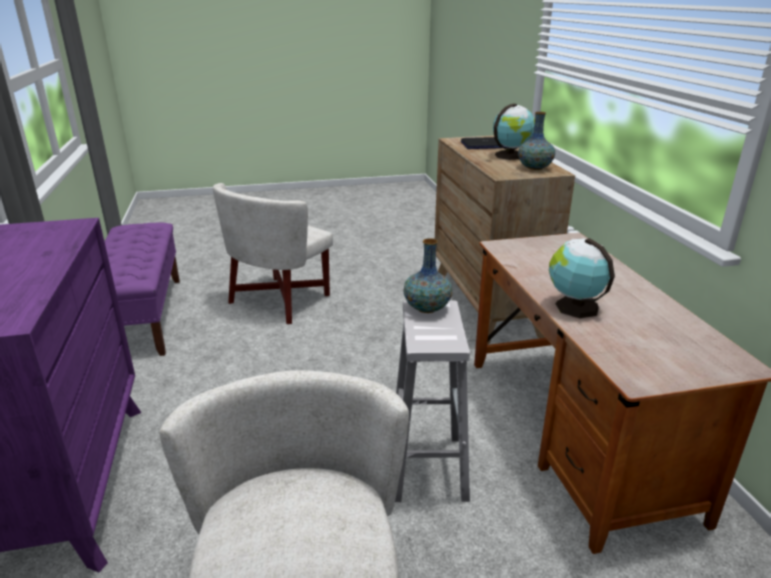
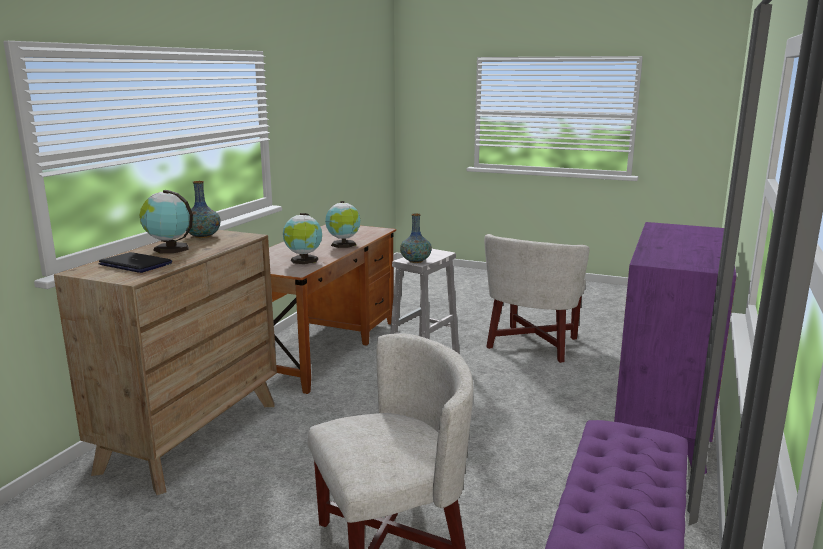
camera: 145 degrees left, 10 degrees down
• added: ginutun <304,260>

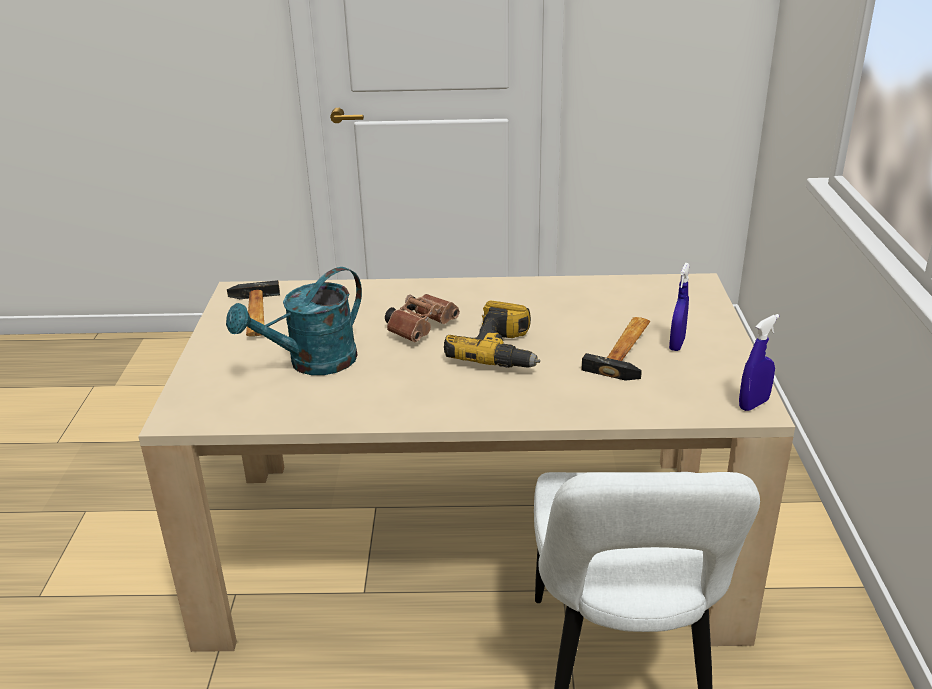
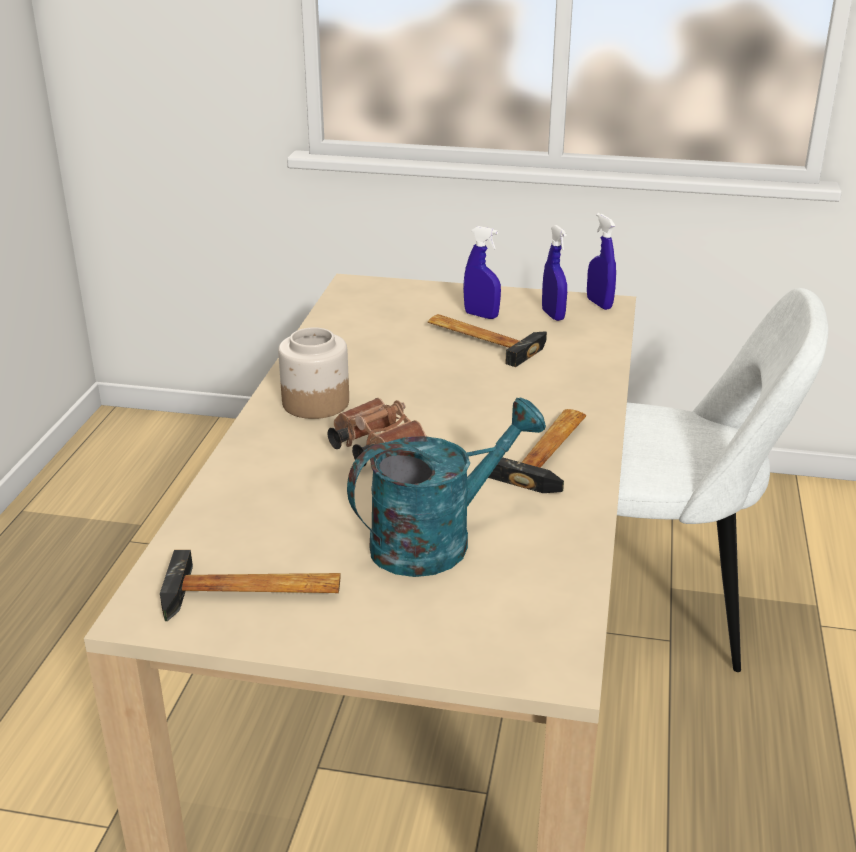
camera: 80 degrees left, 0 degrees up
• turned: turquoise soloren <312,363> = <436,540> 90 degrees counterclockwise
• removed: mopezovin <502,351>
• added: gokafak <315,403>
• added: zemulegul <551,453>
• added: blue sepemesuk <553,315>

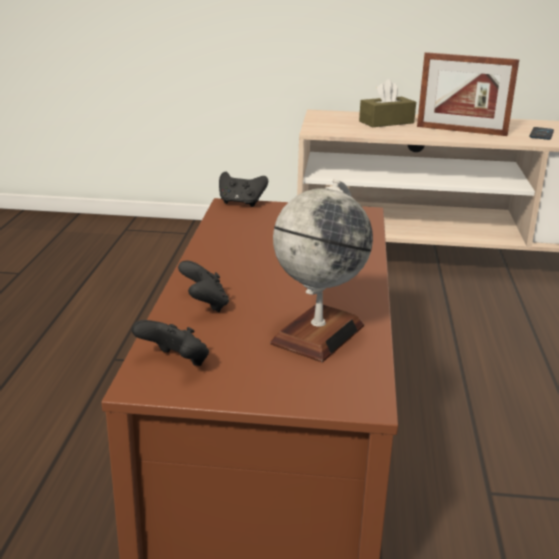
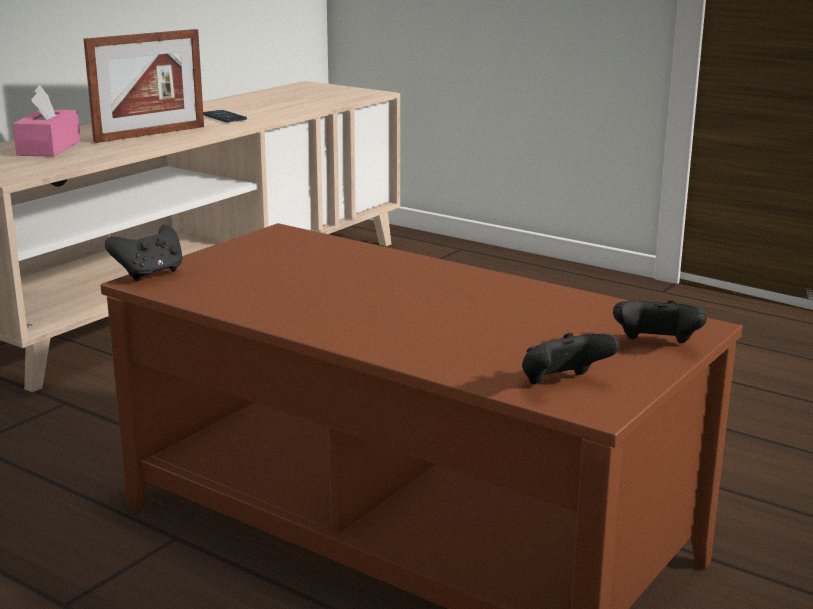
camera: 60 degrees left, 5 degrees down
• moved: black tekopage <205,304> to <656,346>
• removed: ginutun <318,334>
• recoloured: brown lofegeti <386,122> to pink lofegeti <49,148>

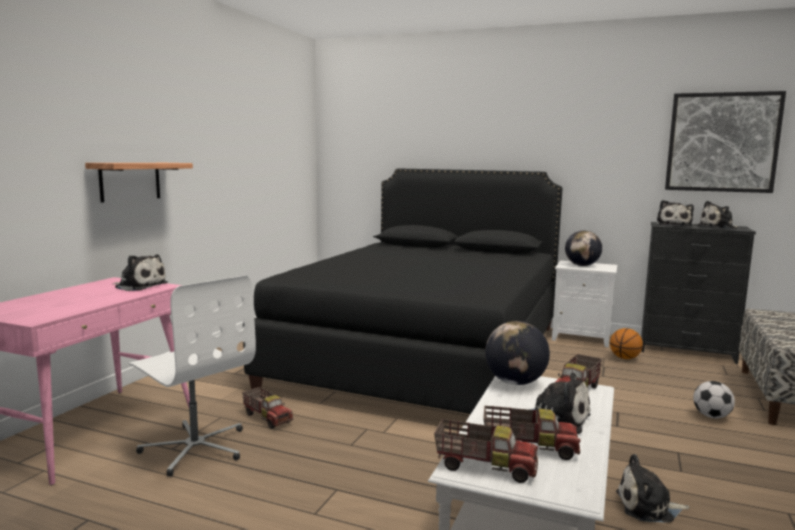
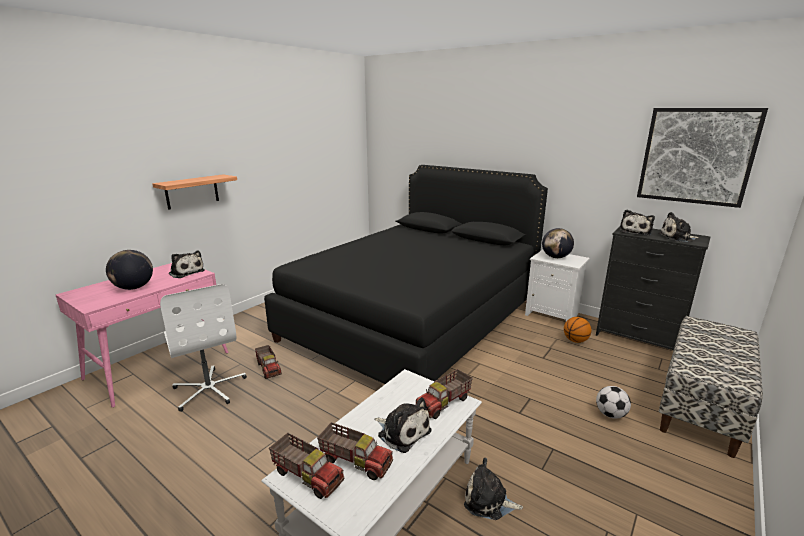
camera: 15 degrees right, 10 degrees up
• moved: ginutun <515,382> to <134,288>

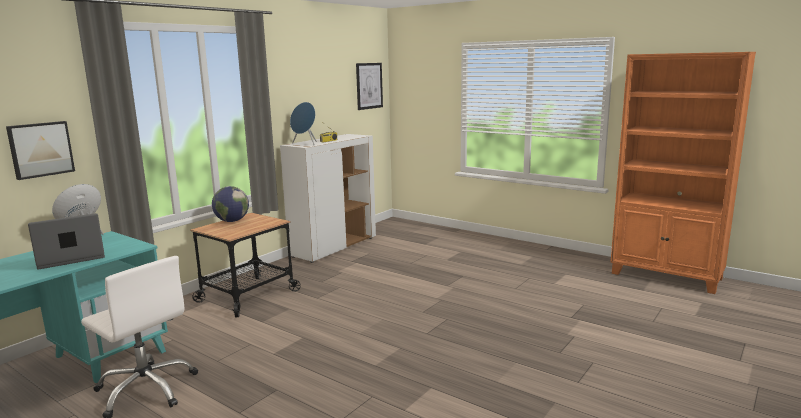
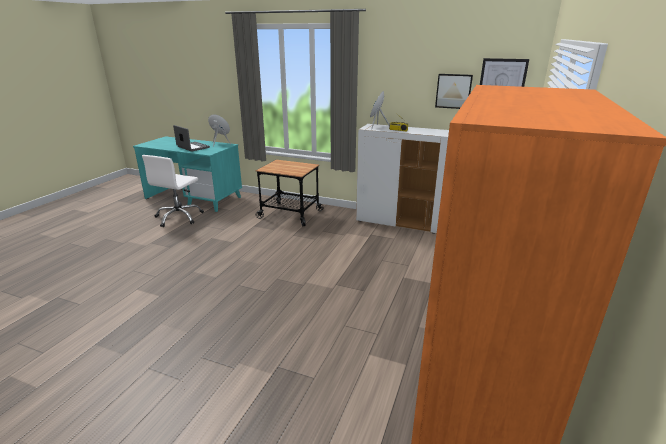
camera: 75 degrees right, 10 degrees up
• moved: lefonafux <40,149> to <453,91>
• removed: ginutun <232,221>

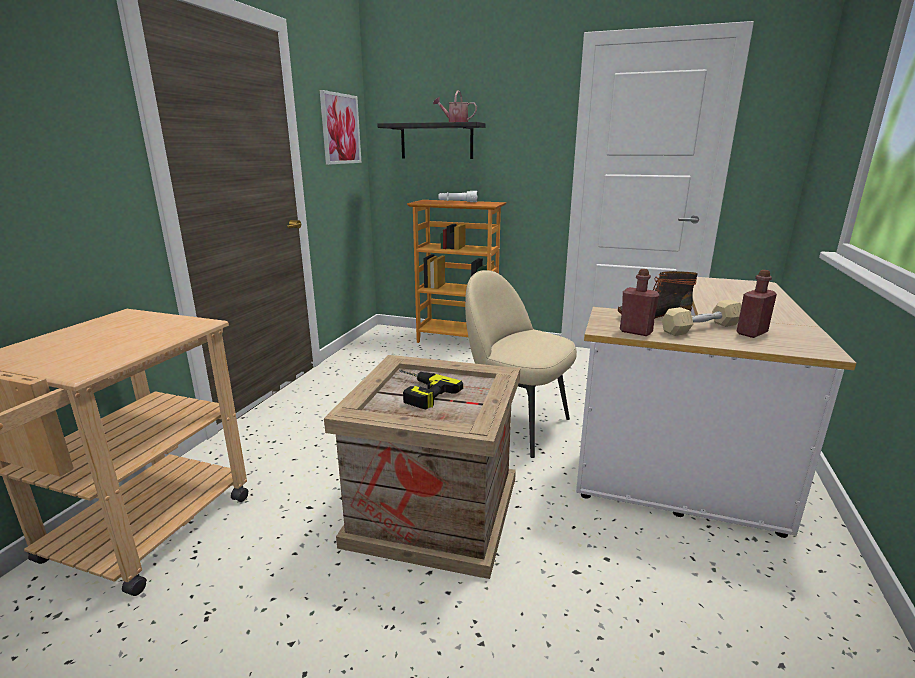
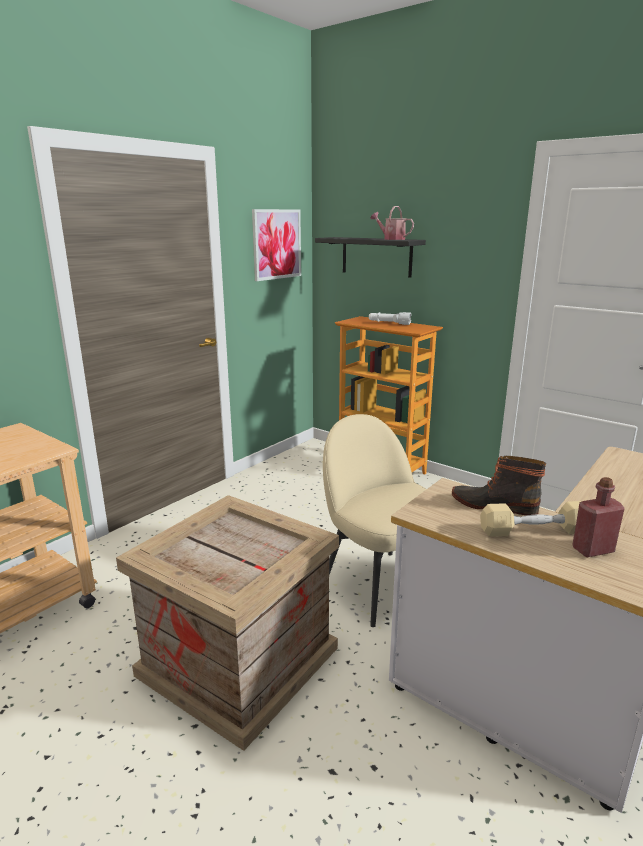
camera: 20 degrees right, 0 degrees up
• removed: mopezovin <417,392>
• removed: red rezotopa <635,332>

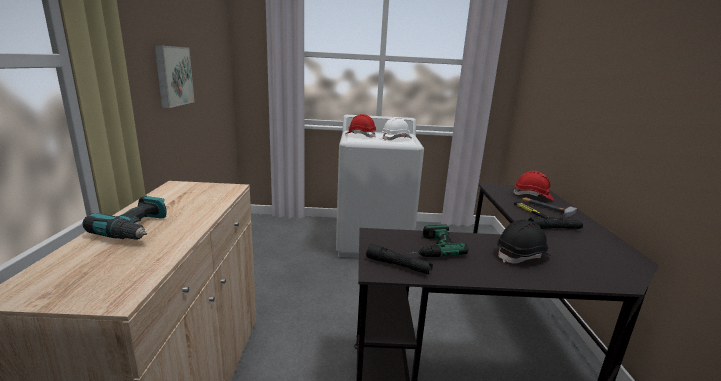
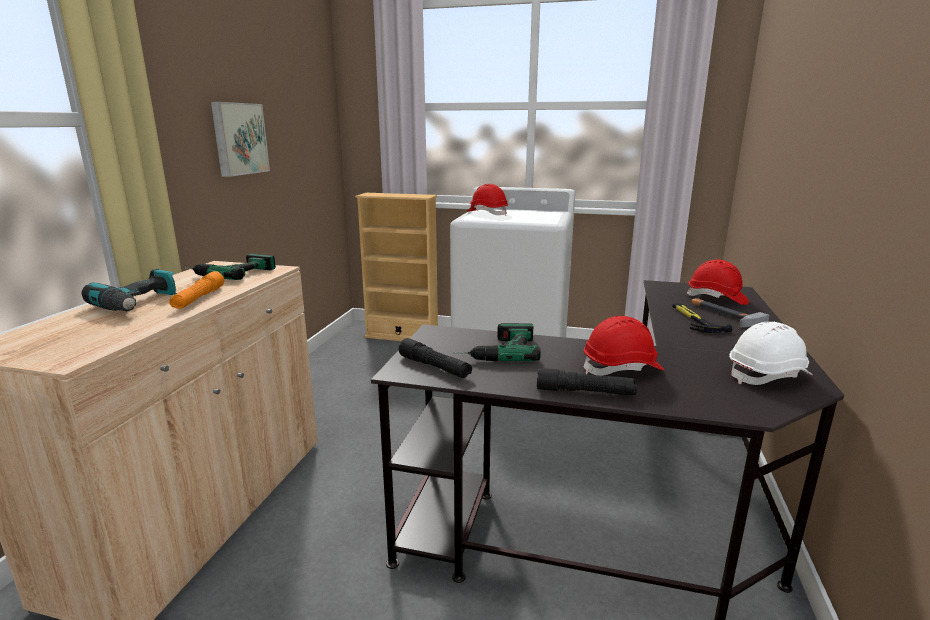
camera: 15 degrees right, 0 degrees up
• moved: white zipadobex <396,139> to <768,375>
• recoloured: black zipadobex <522,256> to red zipadobex <622,368>
• moved: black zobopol <554,229> to <585,392>
• added: orange zobopol <199,298>
• added: mopezovin <229,272>
• added: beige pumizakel <402,336>

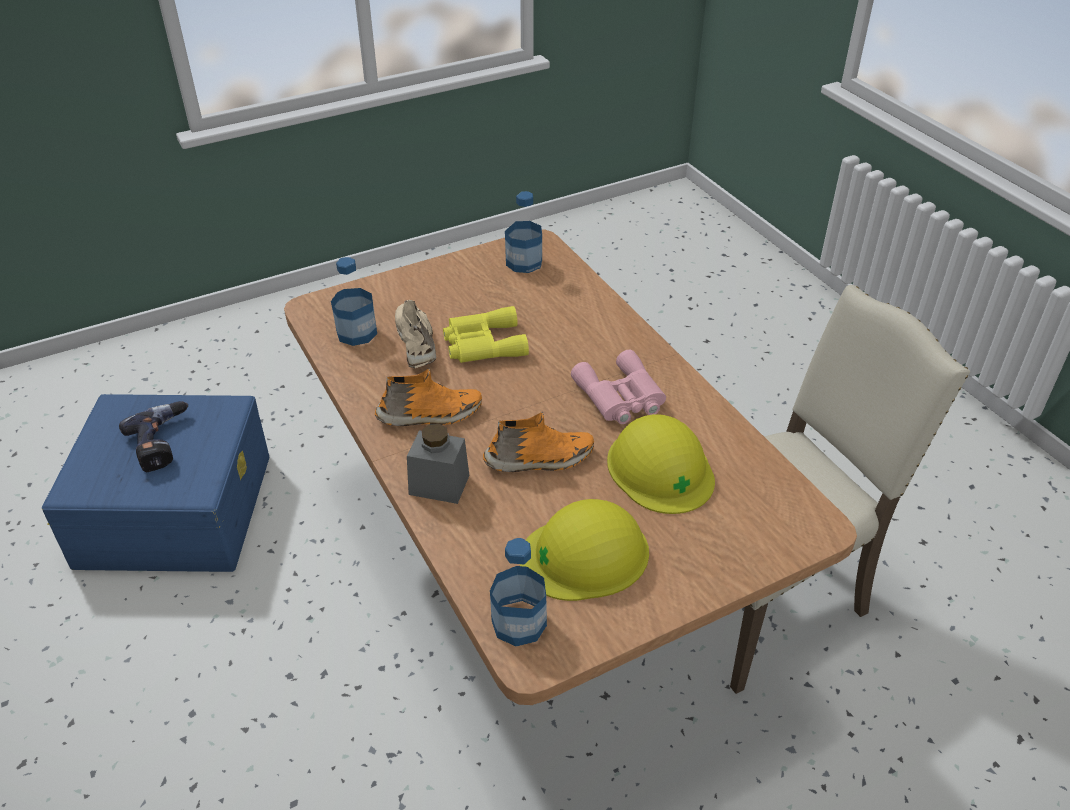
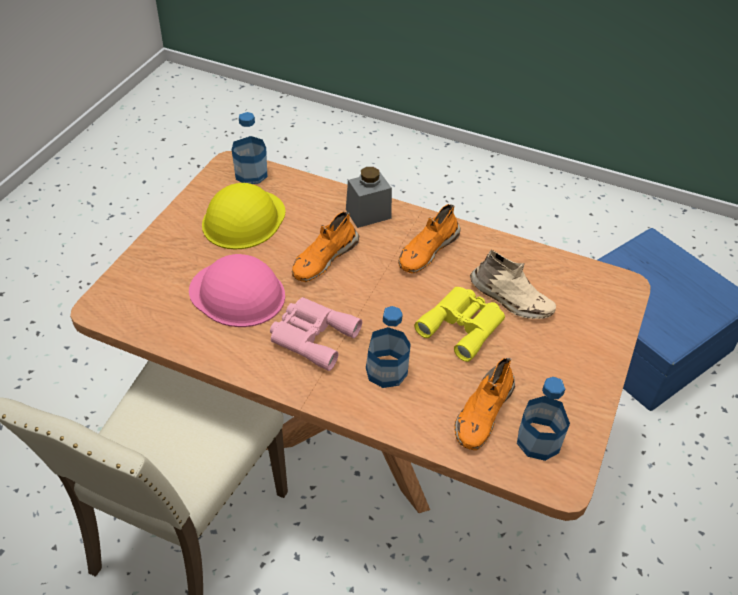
camera: 140 degrees right, 5 degrees up
• removed: mopezovin <163,443>
• moved: rezotopa <357,333> to <386,371>
• recoloured: yellow zipadobex <660,468> to pink zipadobex <237,294>
• added: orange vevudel <483,413>

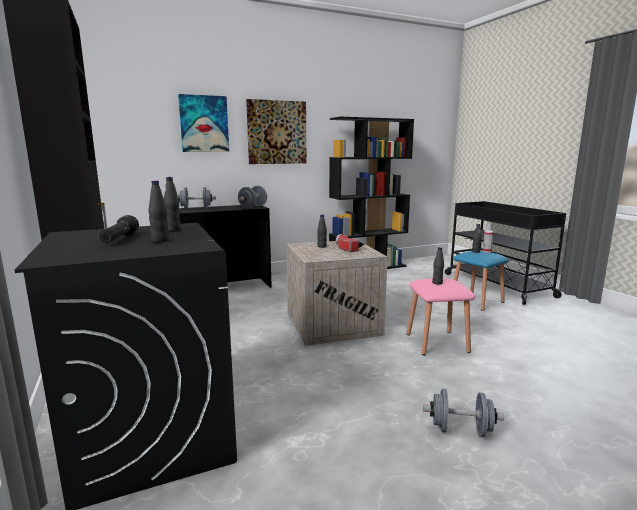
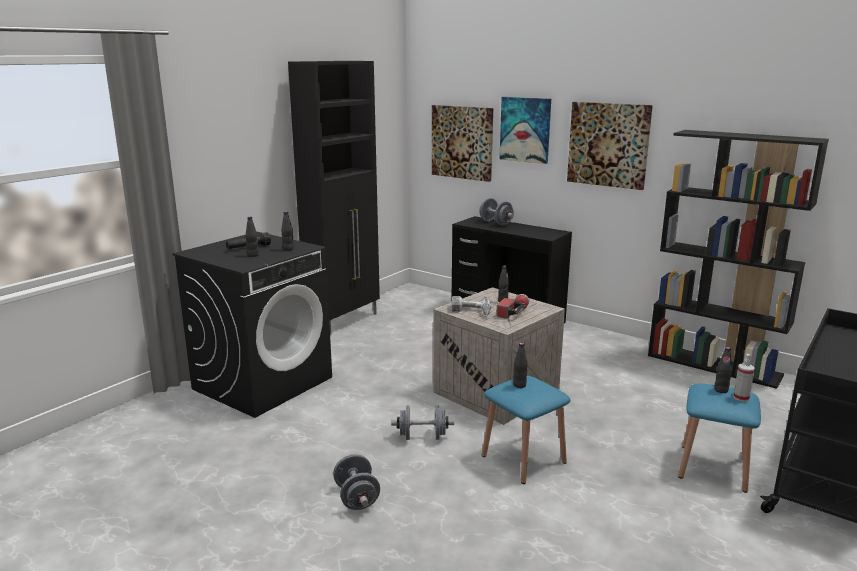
camera: 60 degrees right, 5 degrees up
• moved: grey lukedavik <253,207> to <422,437>
• recoloured: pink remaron <437,342> to blue remaron <523,459>
• added: lefonafux <462,142>
• added: mopezovin <471,311>

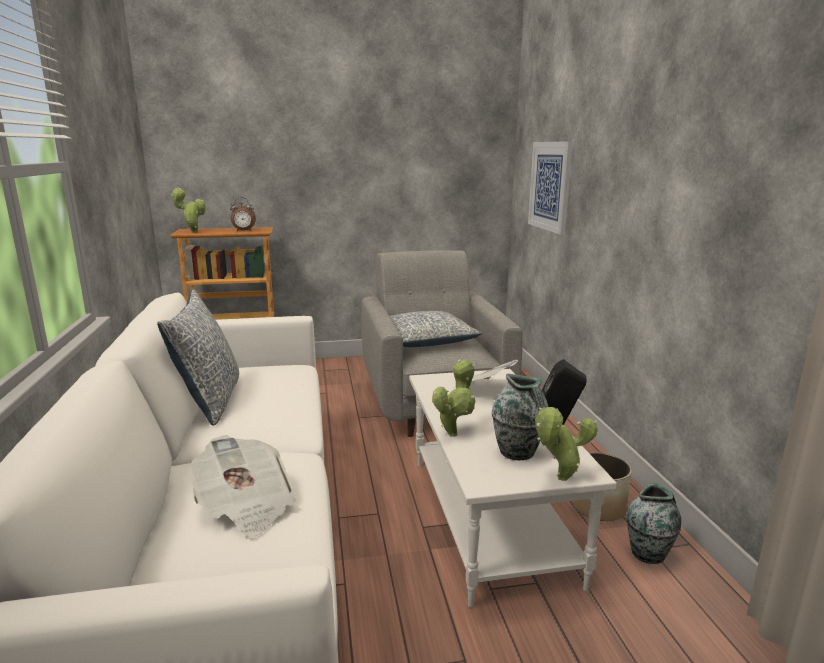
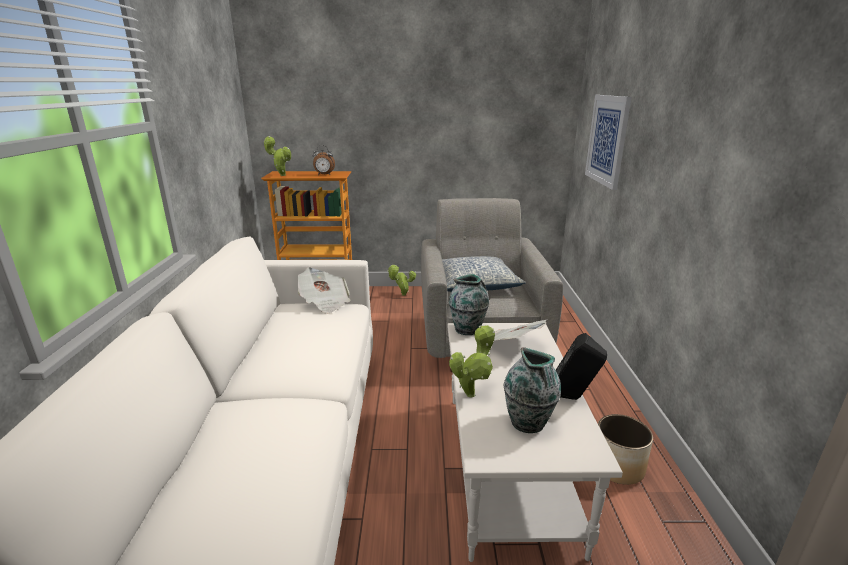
camera: 10 degrees right, 5 degrees up
• removed: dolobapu <210,400>
• moved: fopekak <246,506> to <325,302>
• moved: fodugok <559,479> to <402,295>
• moved: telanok <648,553> to <468,329>

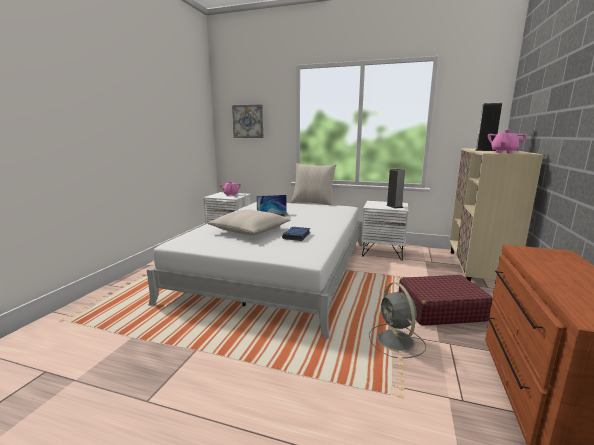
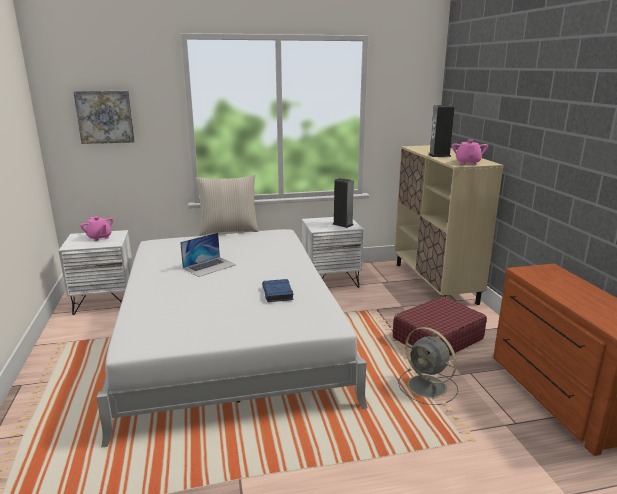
camera: 30 degrees left, 5 degrees up
• removed: beige dolobapu <250,230>

